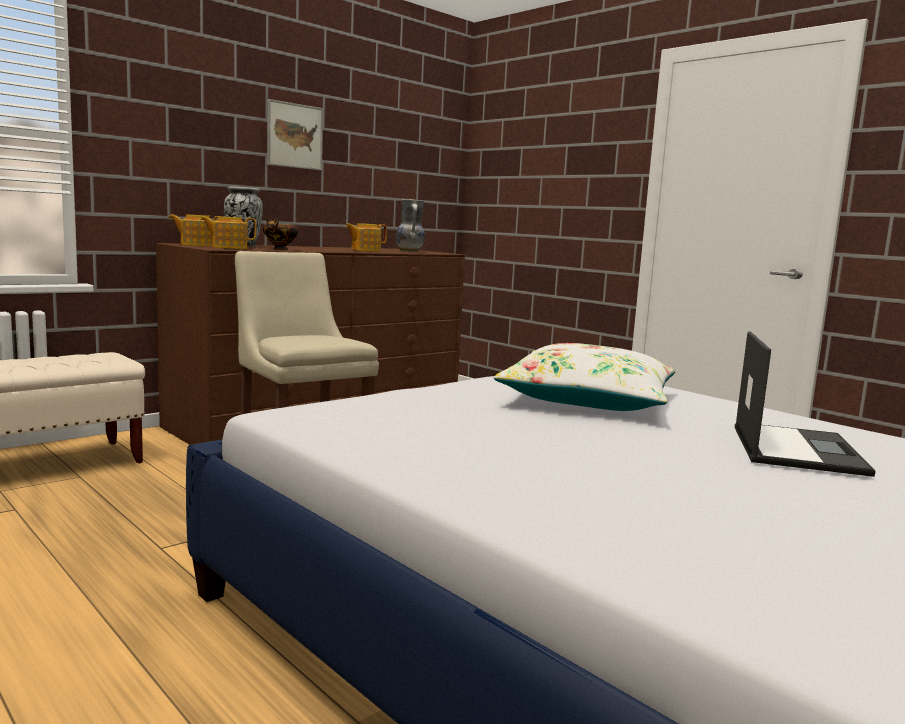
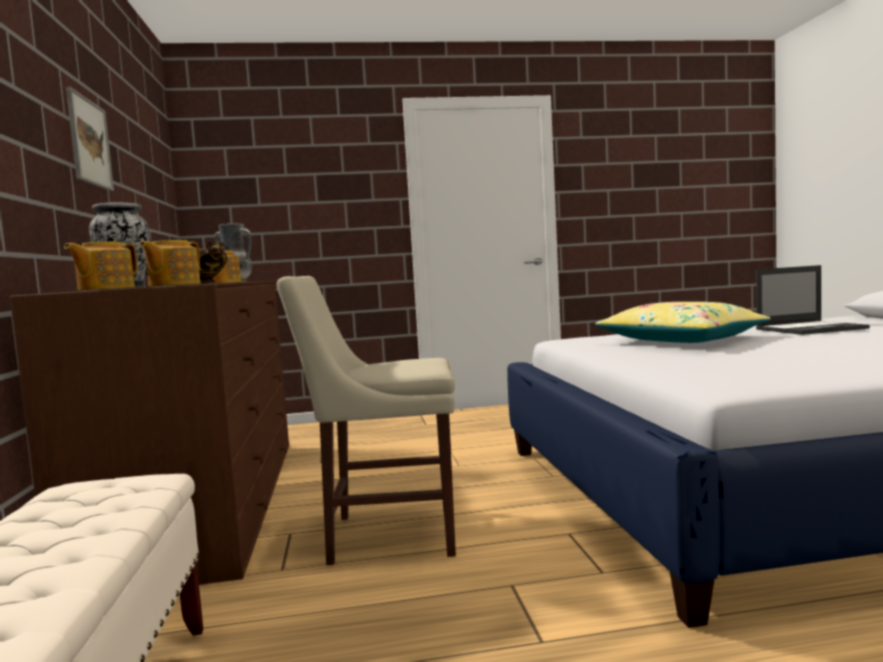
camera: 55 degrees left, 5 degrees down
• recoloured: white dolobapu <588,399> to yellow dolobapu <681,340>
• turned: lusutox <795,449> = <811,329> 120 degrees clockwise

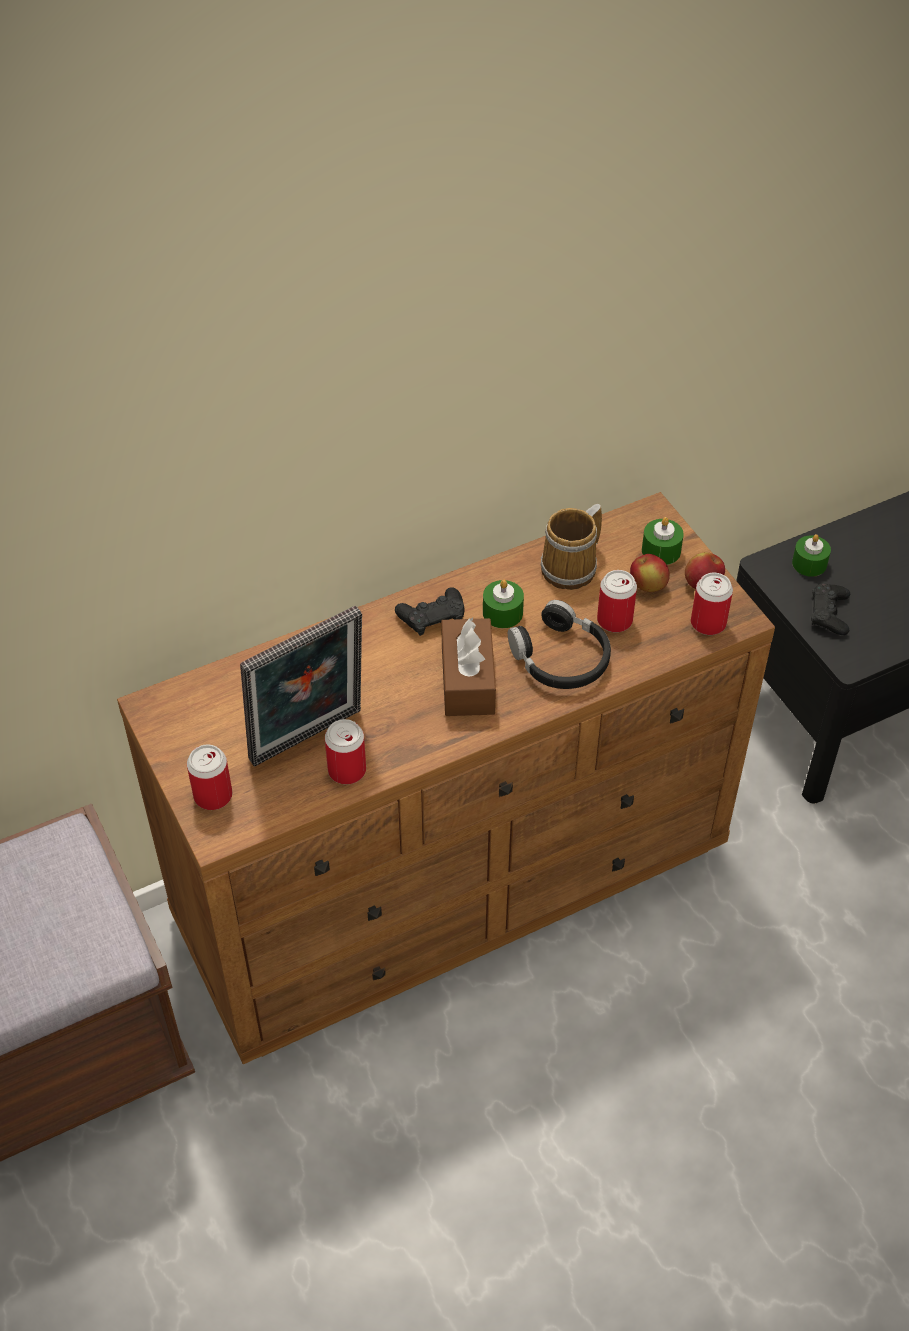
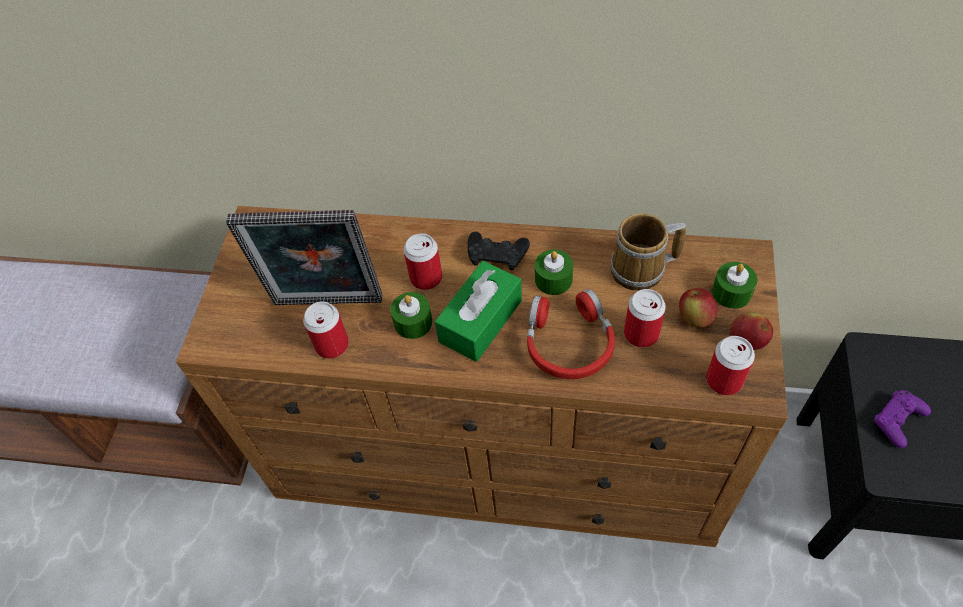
camera: 40 degrees right, 5 degrees up
• moved: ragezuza <213,795> to <426,278>
• recoloured: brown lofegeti <467,679> to green lofegeti <480,321>
• recoloured: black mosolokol <560,658> to red mosolokol <568,343>
• moved: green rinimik <809,563> to <413,322>
• recoloured: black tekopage <829,614> to purple tekopage <898,420>

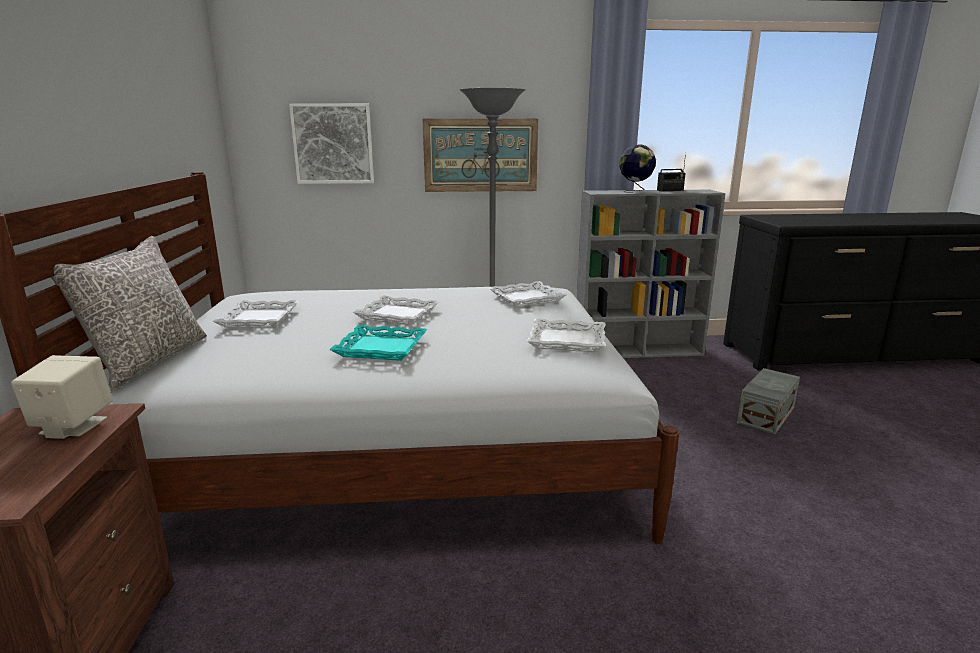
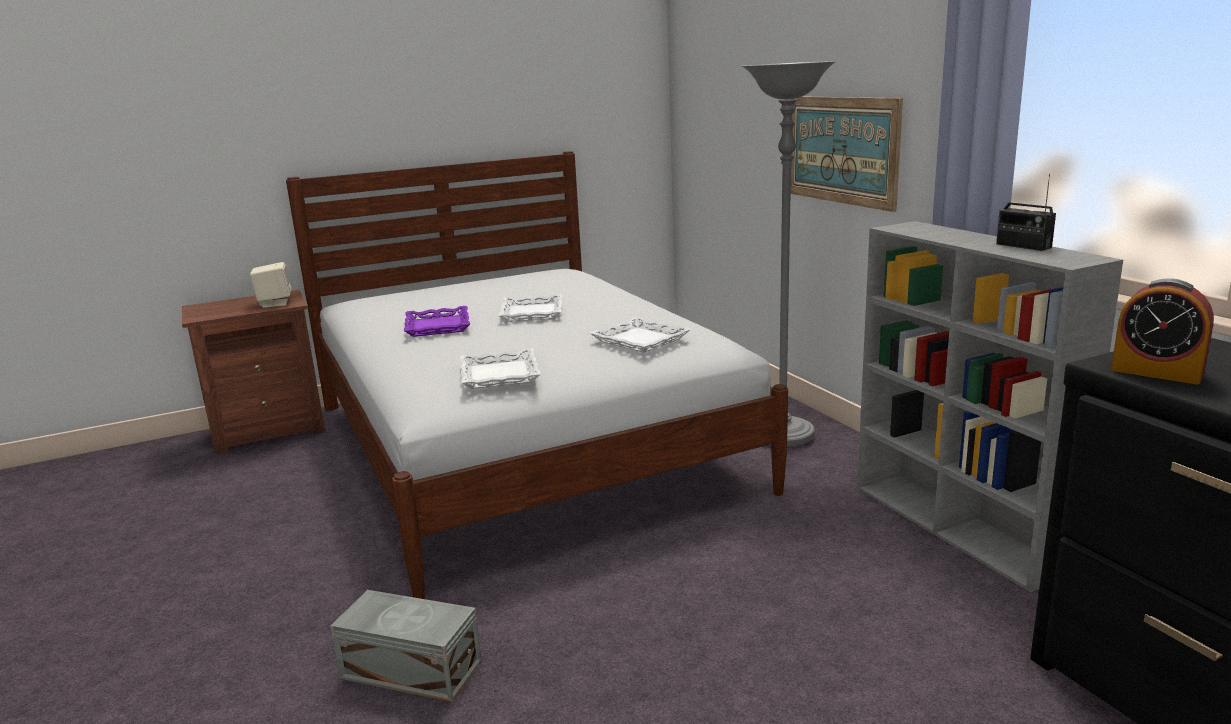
camera: 70 degrees right, 0 degrees up
• removed: grey dolobapu <148,360>
• removed: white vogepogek <259,319>
• removed: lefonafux <333,144>
• recoloured: turquoise vogepogek <380,349> to purple vogepogek <437,327>
• removed: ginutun <635,191>
• moved: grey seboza <764,415> to <411,667>
• added: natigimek <1156,372>

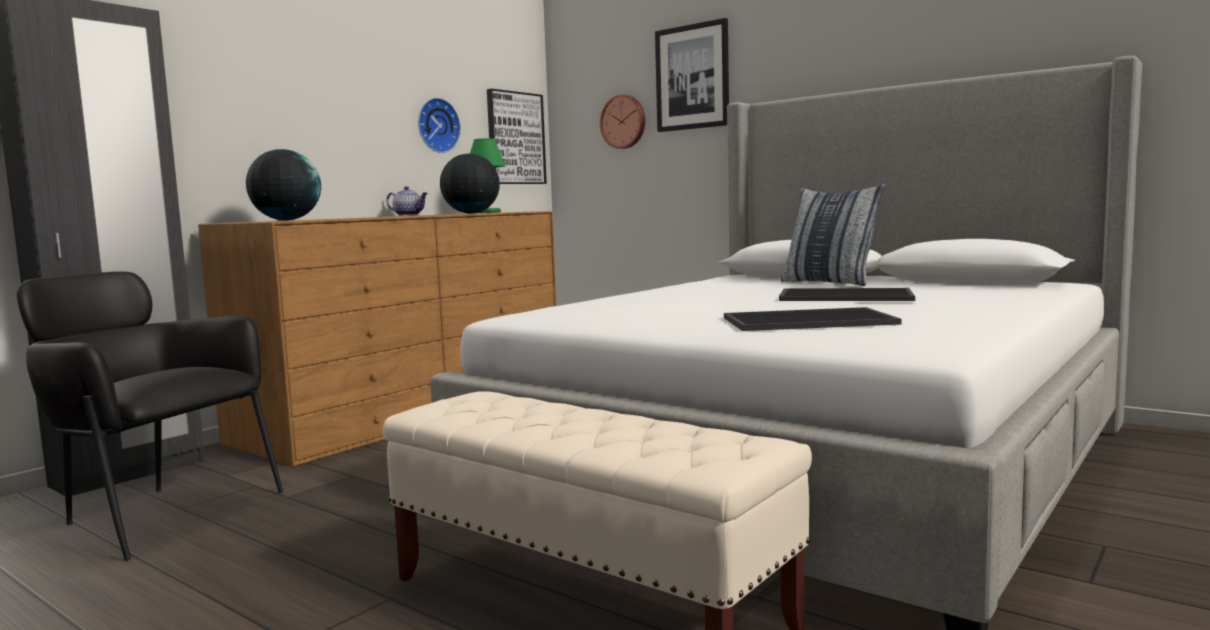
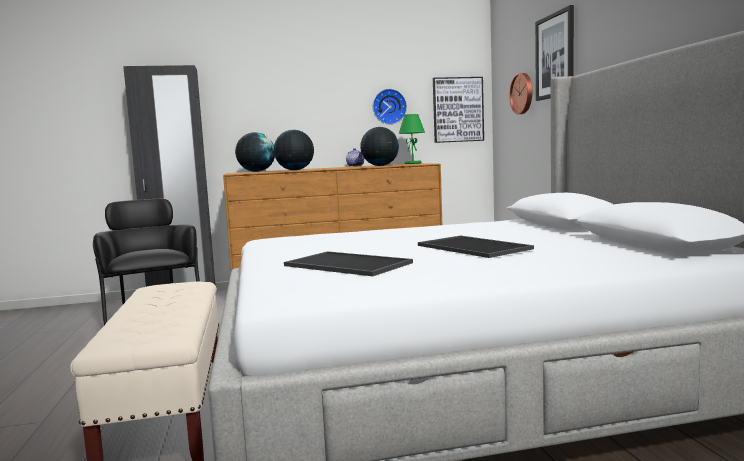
camera: 40 degrees right, 0 degrees up
• removed: dolobapu <829,282>
• added: ginutun <294,170>

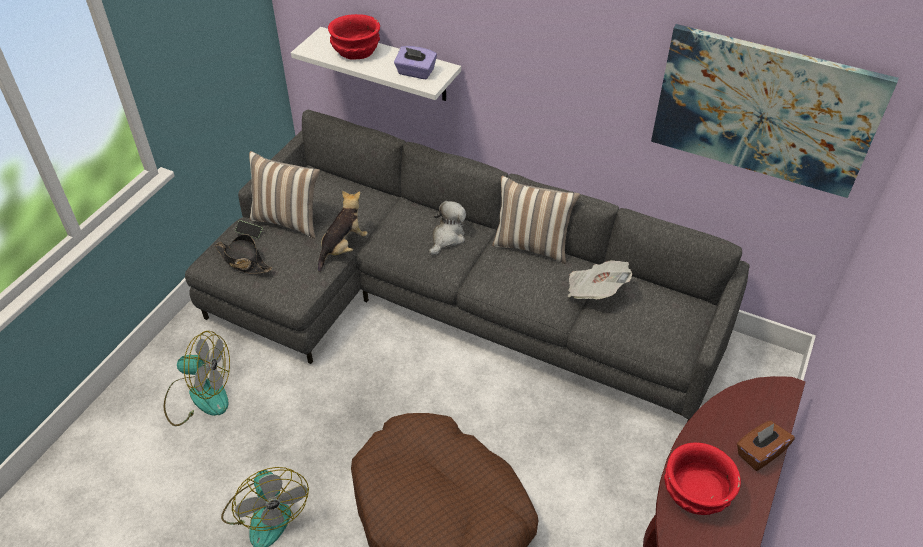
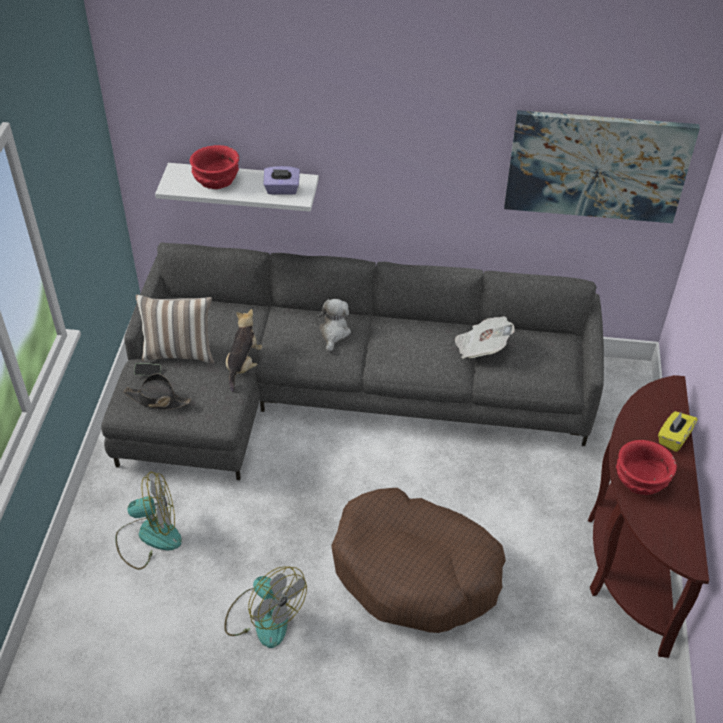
camera: 20 degrees left, 0 degrees up
• removed: dolobapu <532,245>
• recoloured: brown lofegeti <759,453> to yellow lofegeti <673,438>

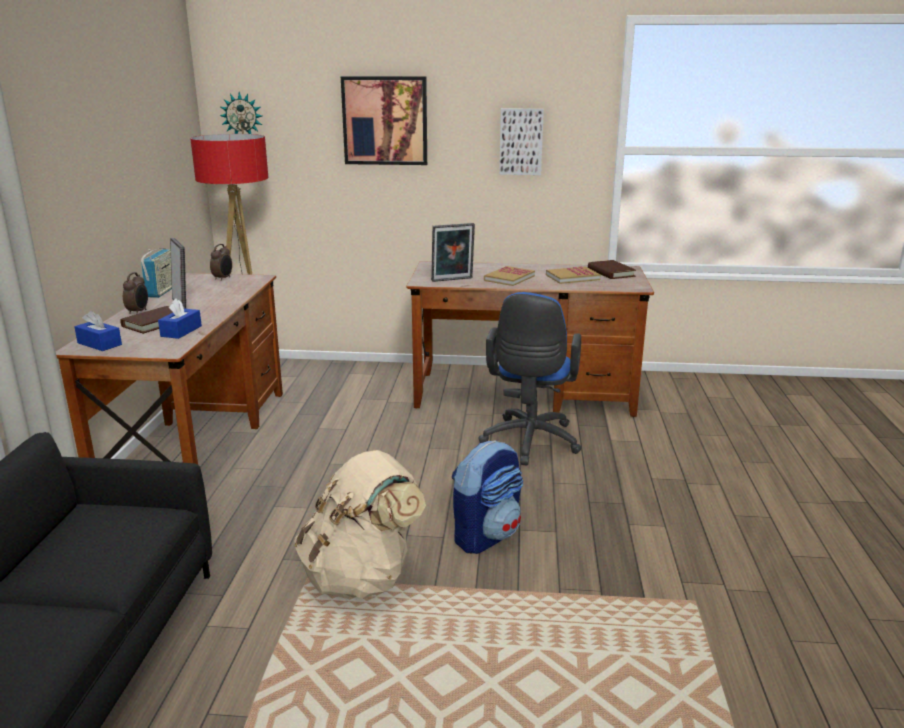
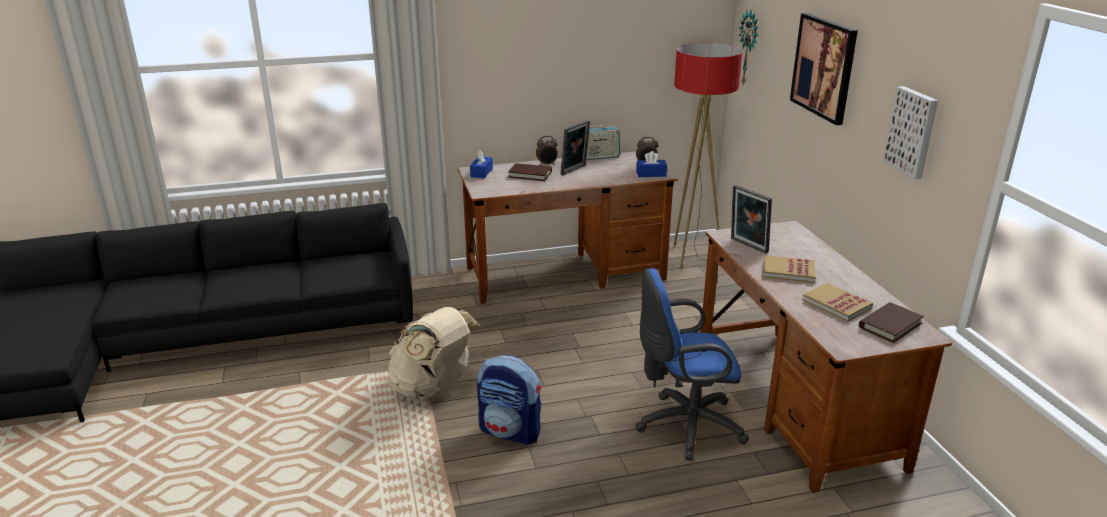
camera: 70 degrees right, 5 degrees up
• moved: blue lofegeti <181,331> to <651,174>

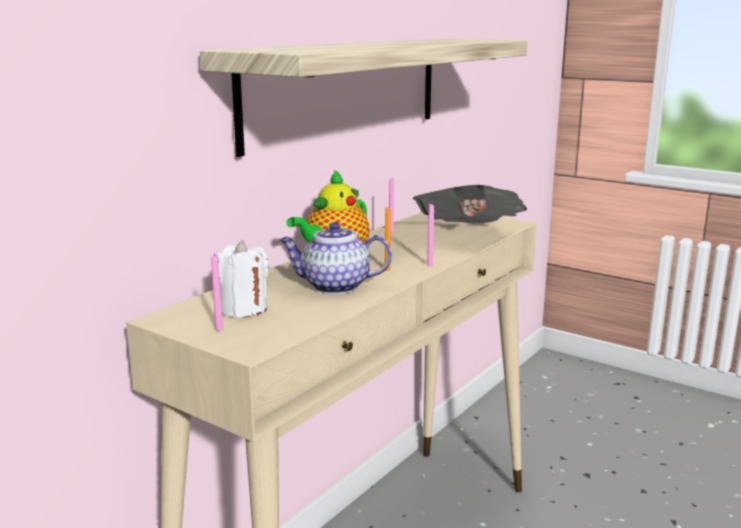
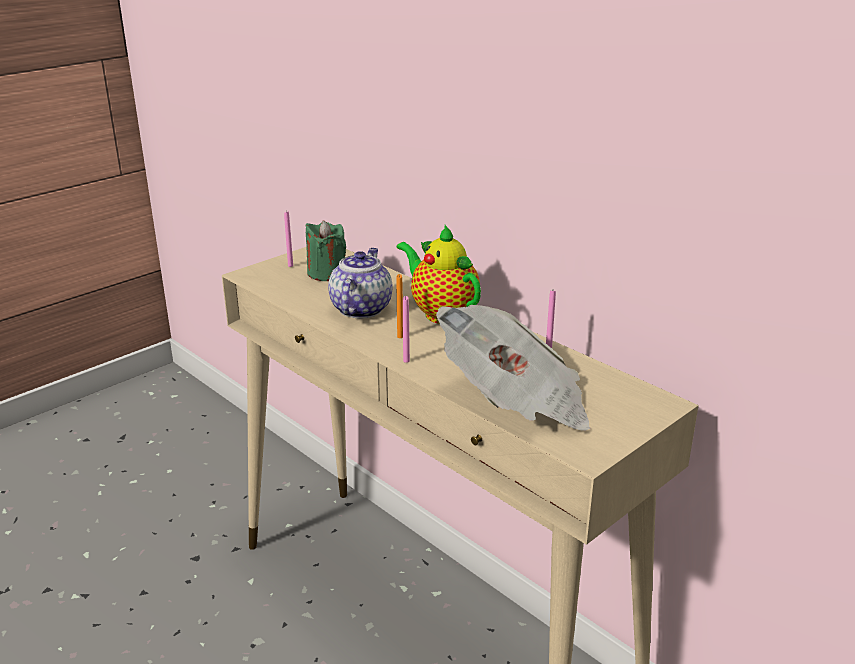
camera: 100 degrees right, 10 degrees up
• removed: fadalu <346,89>
• recoloured: white rinimik <243,309> to green rinimik <326,273>

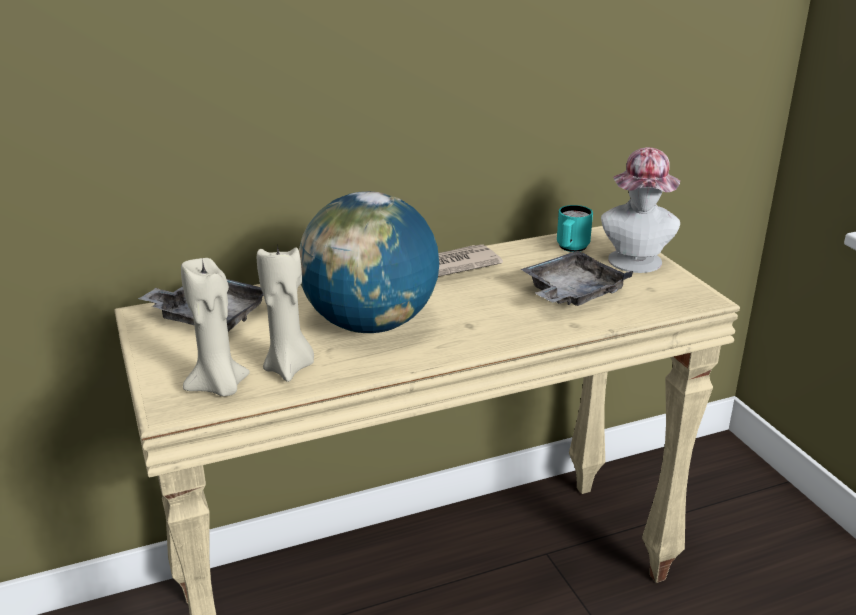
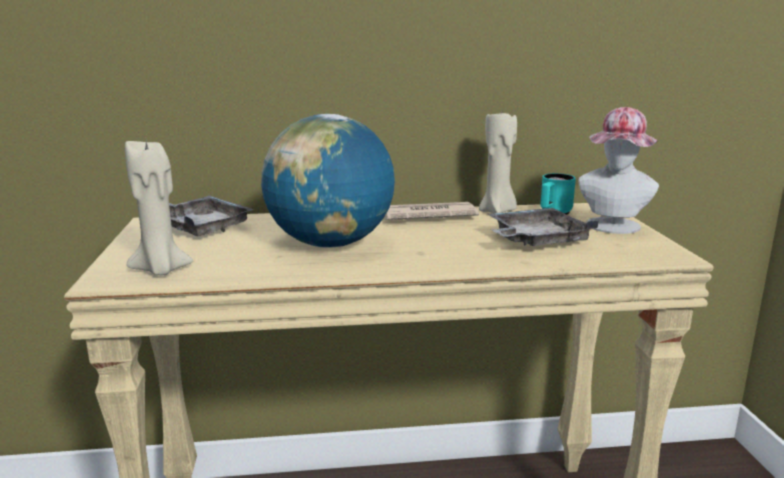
camera: 15 degrees right, 10 degrees down
• moved: beige rinimik <289,368> to <498,211>

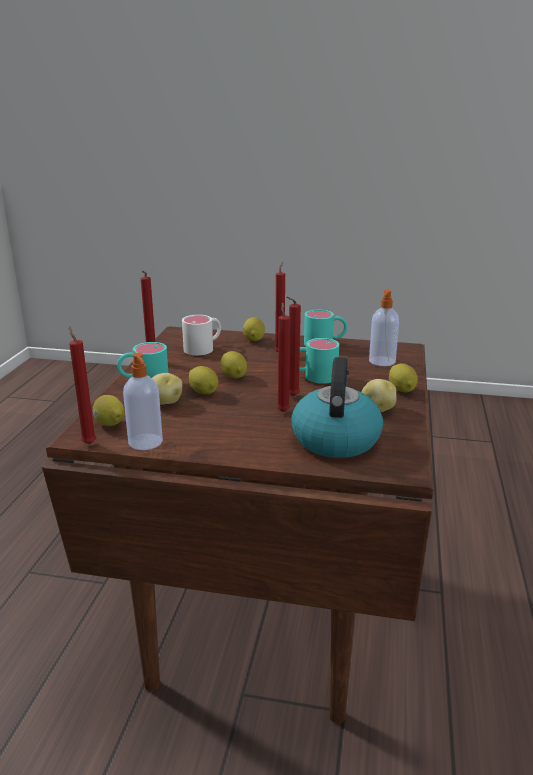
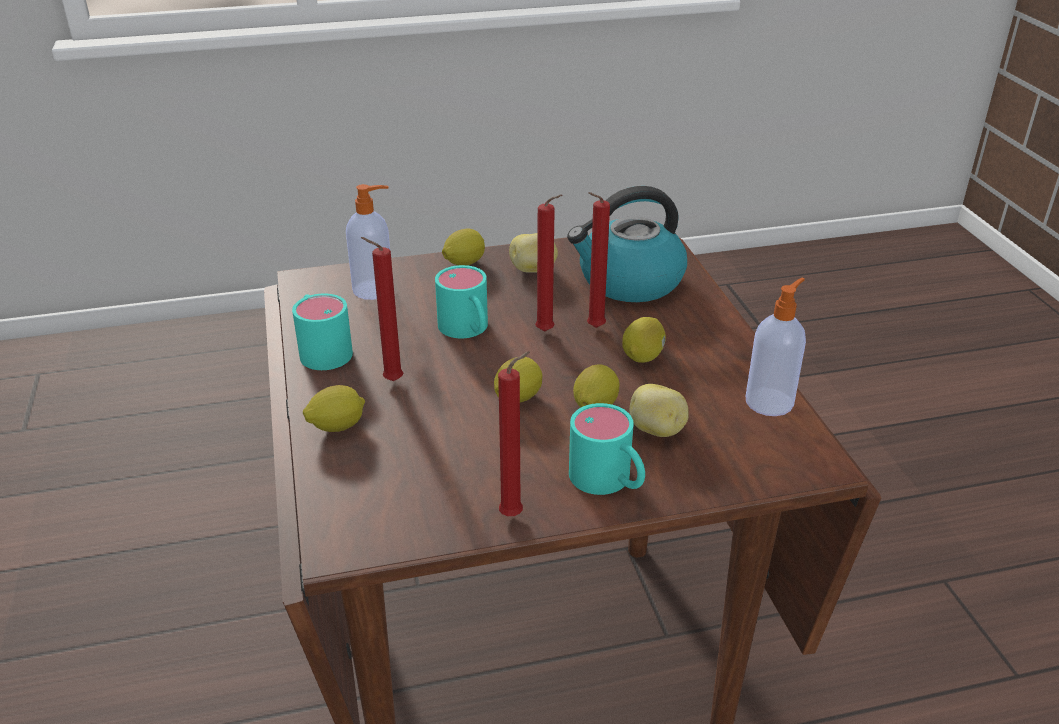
camera: 115 degrees left, 10 degrees up
• removed: red rinimik <88,443>
• moved: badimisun <110,424> to <643,356>
• removed: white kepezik <204,348>

